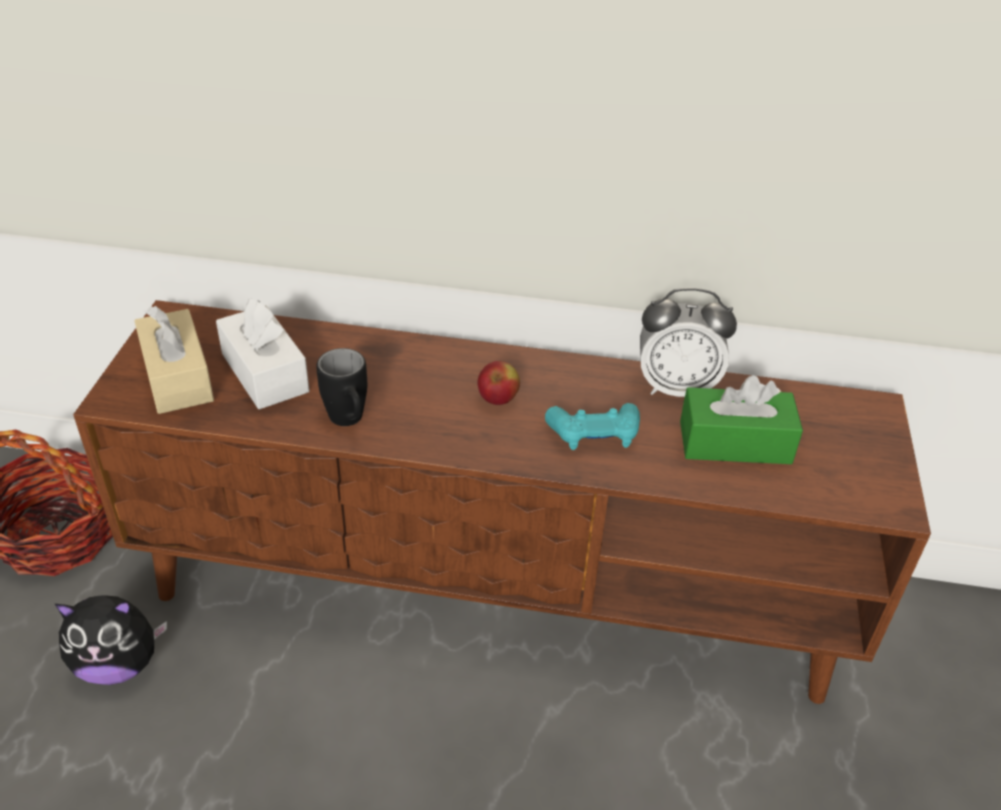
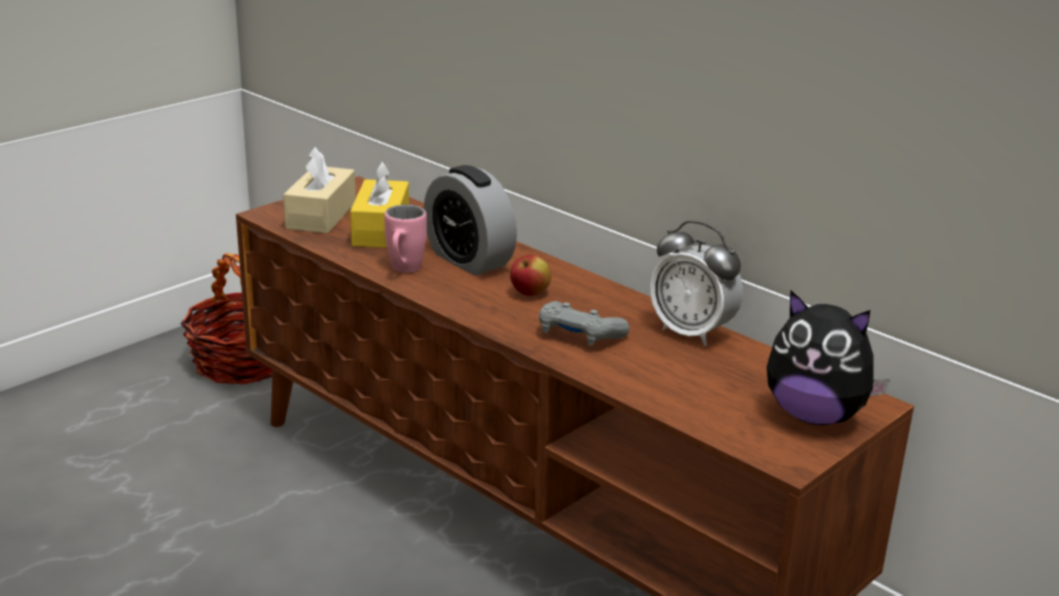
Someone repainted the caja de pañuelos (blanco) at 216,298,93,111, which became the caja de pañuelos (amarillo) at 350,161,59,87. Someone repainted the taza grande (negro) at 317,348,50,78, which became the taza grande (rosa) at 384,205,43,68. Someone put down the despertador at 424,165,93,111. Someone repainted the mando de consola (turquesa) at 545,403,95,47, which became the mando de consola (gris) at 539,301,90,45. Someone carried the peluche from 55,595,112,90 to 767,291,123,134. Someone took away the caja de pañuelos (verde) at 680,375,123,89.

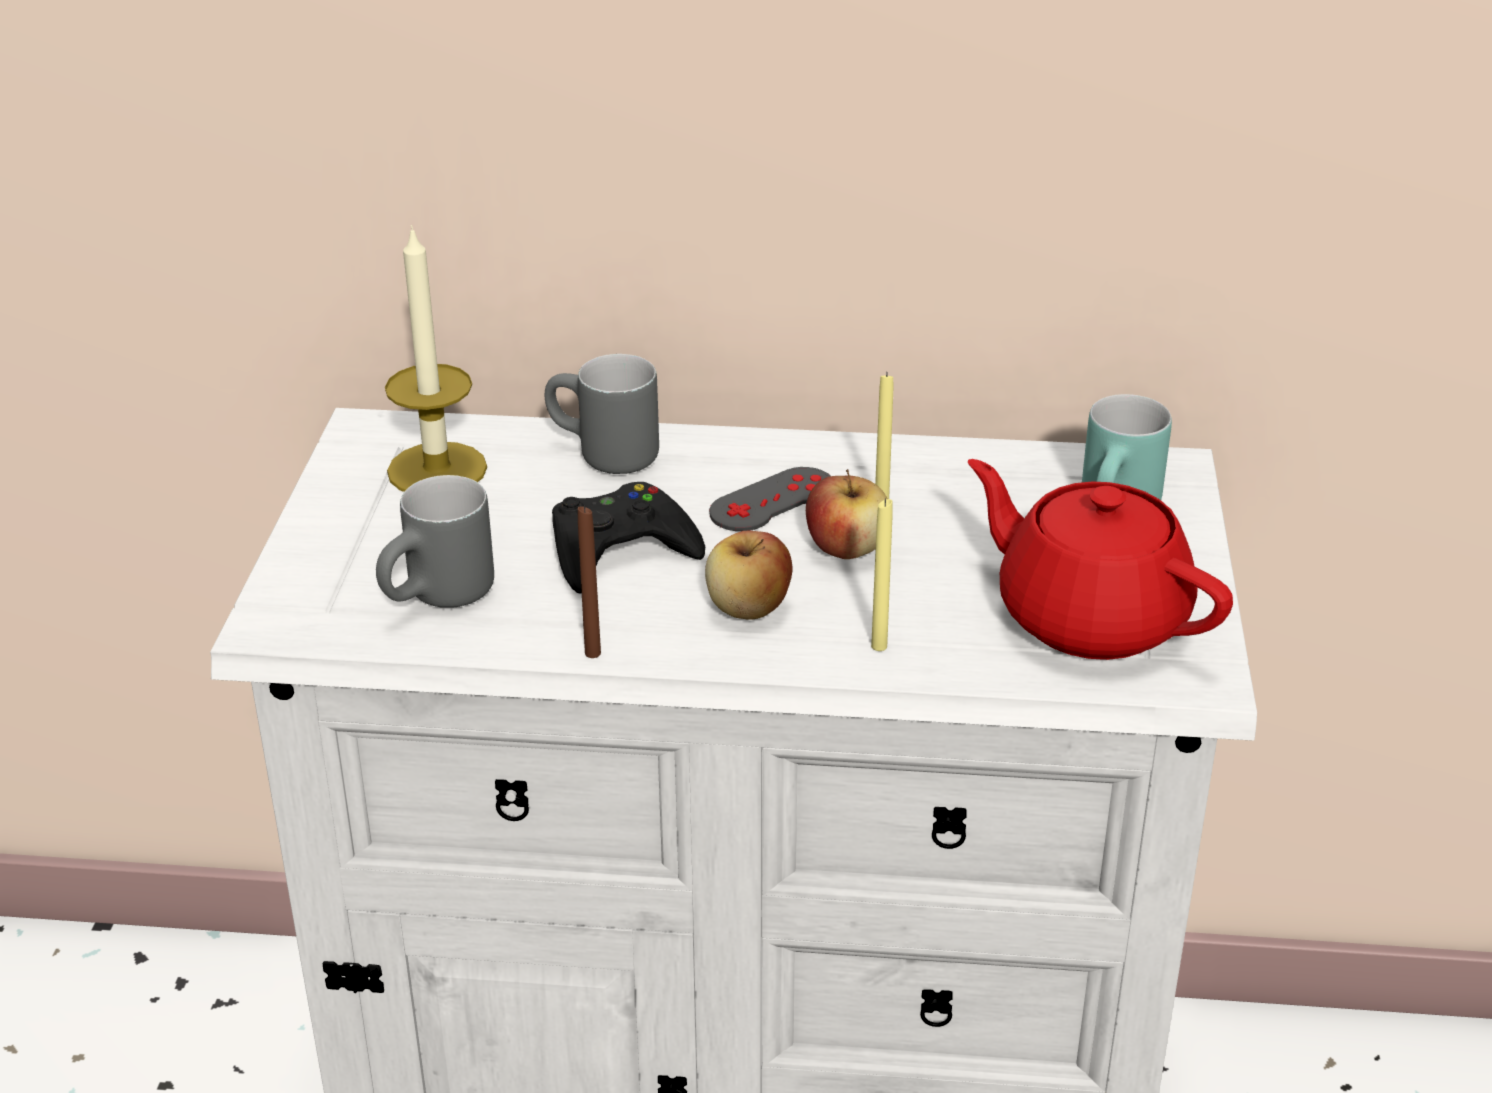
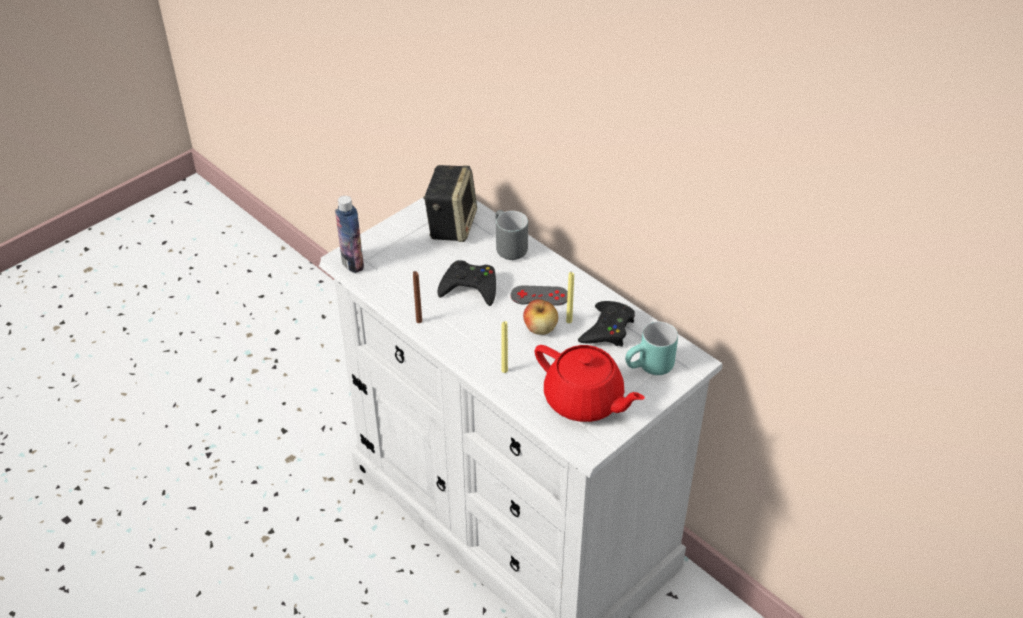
Someone put down the botella at 335,196,29,77. Someone swapped the vela at 385,225,102,267 for the altavoz at 423,165,54,77. Someone rotated the tetera (rojo) at 967,459,266,201 by 135 degrees clockwise. Someone put down the mando de consola (negro) at 578,301,57,45. Someone took away the taza grande (gris) at 376,475,118,133. Someone took away the manzana at 705,531,88,89.

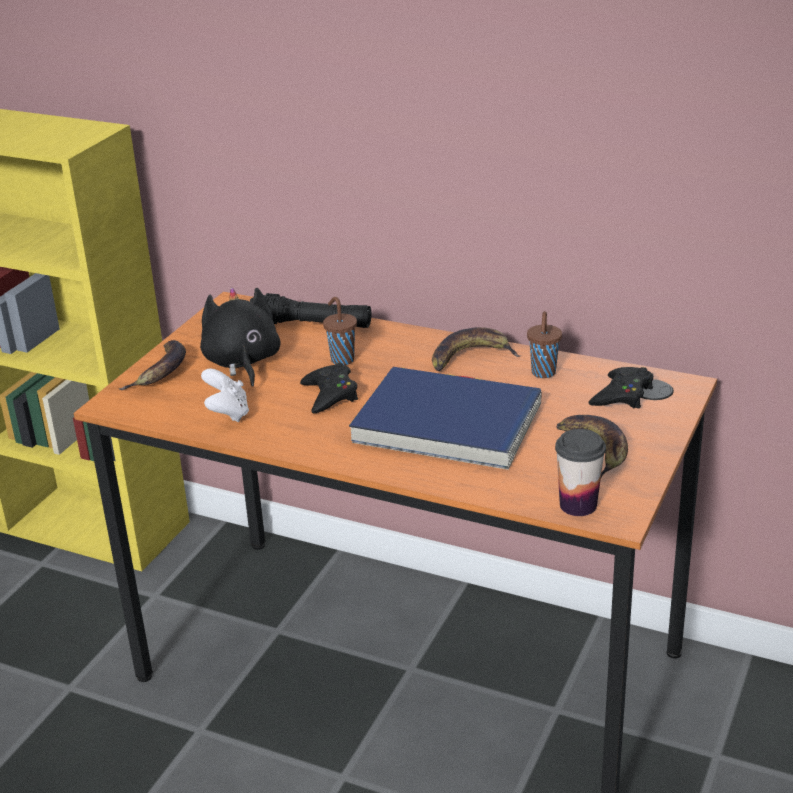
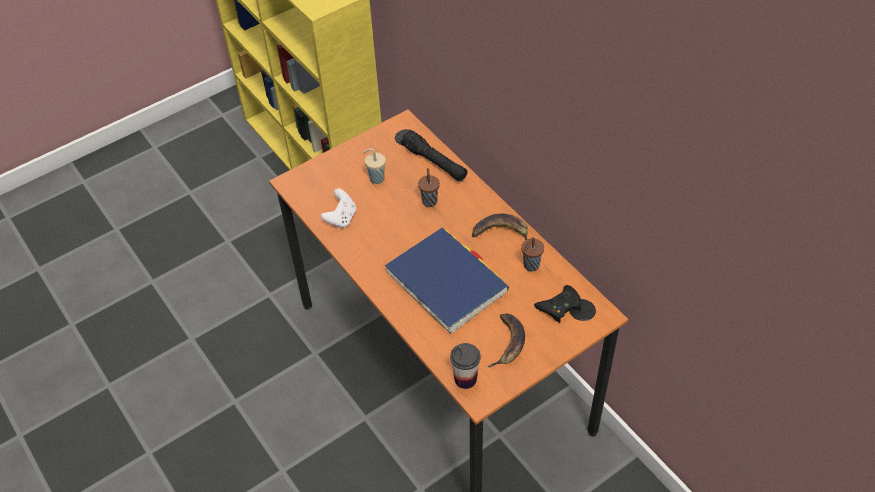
Someone swapped the peluche (negro) at 200,288,81,99 for the taza (beis) at 362,148,24,36. Someone took away the plátano at 119,340,67,50. Someone took away the mando de consola (negro) at 300,363,58,50.

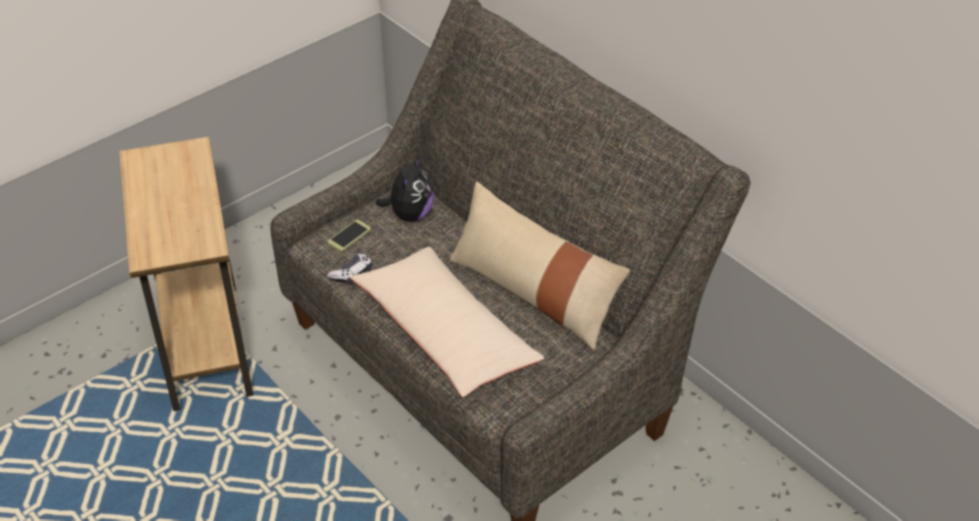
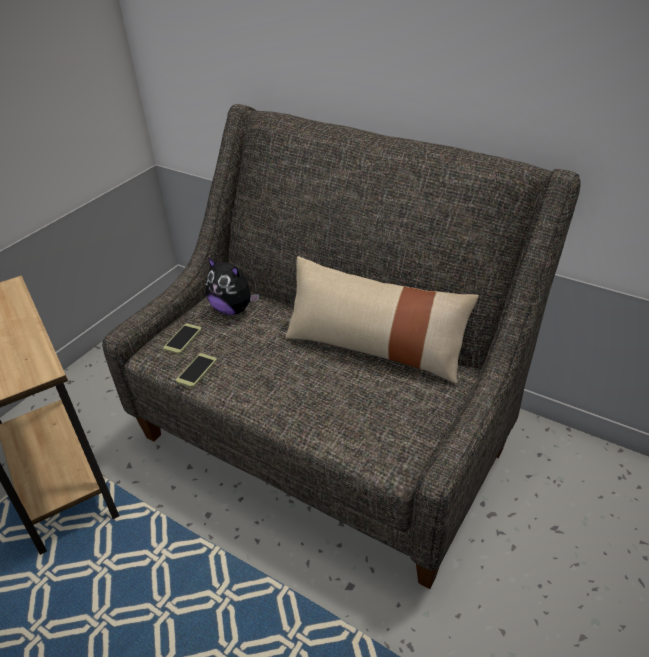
Someone swapped the mando de consola at 328,254,44,31 for the móvil at 176,353,41,35. Someone rotated the peluche at 376,156,58,66 by 120 degrees clockwise. Someone took away the cojín (beis) at 349,247,195,150.

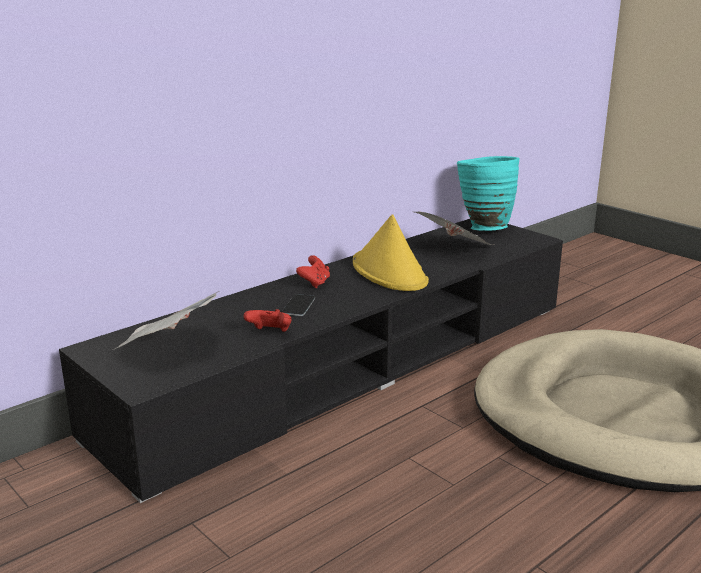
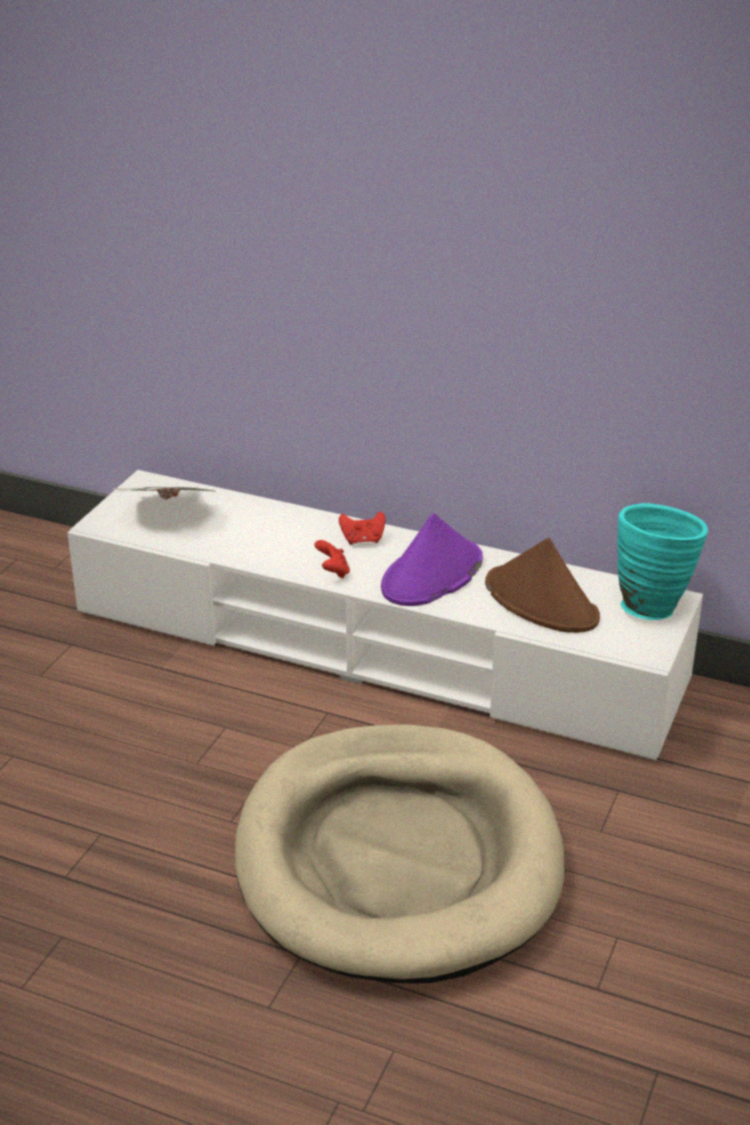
Someone repainted the mueble de televisión (negro) at 59,219,504,284, which became the mueble de televisión (blanco) at 67,470,636,291. Someone carried the mando de consola (rojo) from 243,309,49,23 to 314,540,36,38. Someone repainted the sombrero (amarillo) at 353,214,76,77, which became the sombrero (morado) at 381,513,102,93. Someone swapped the periódico at 415,212,77,33 for the sombrero (marrón) at 485,537,115,96. Someone took away the móvil at 282,294,33,22.

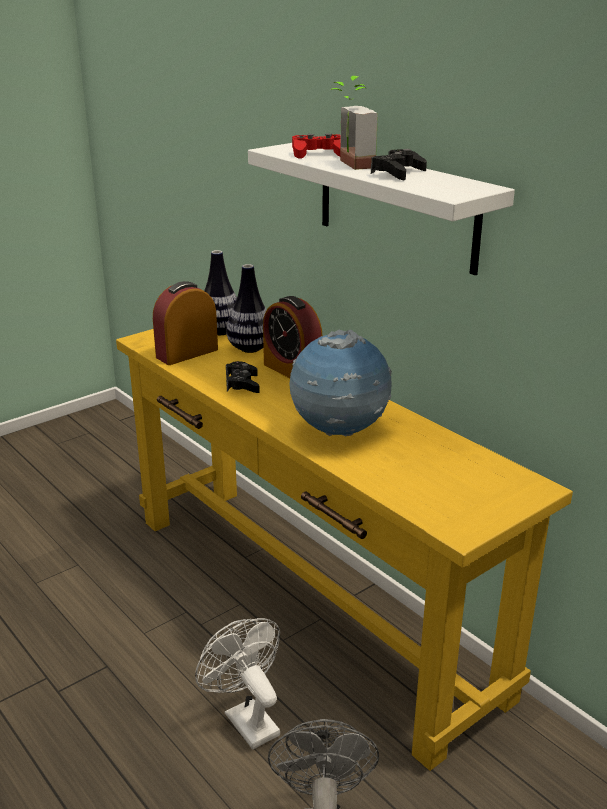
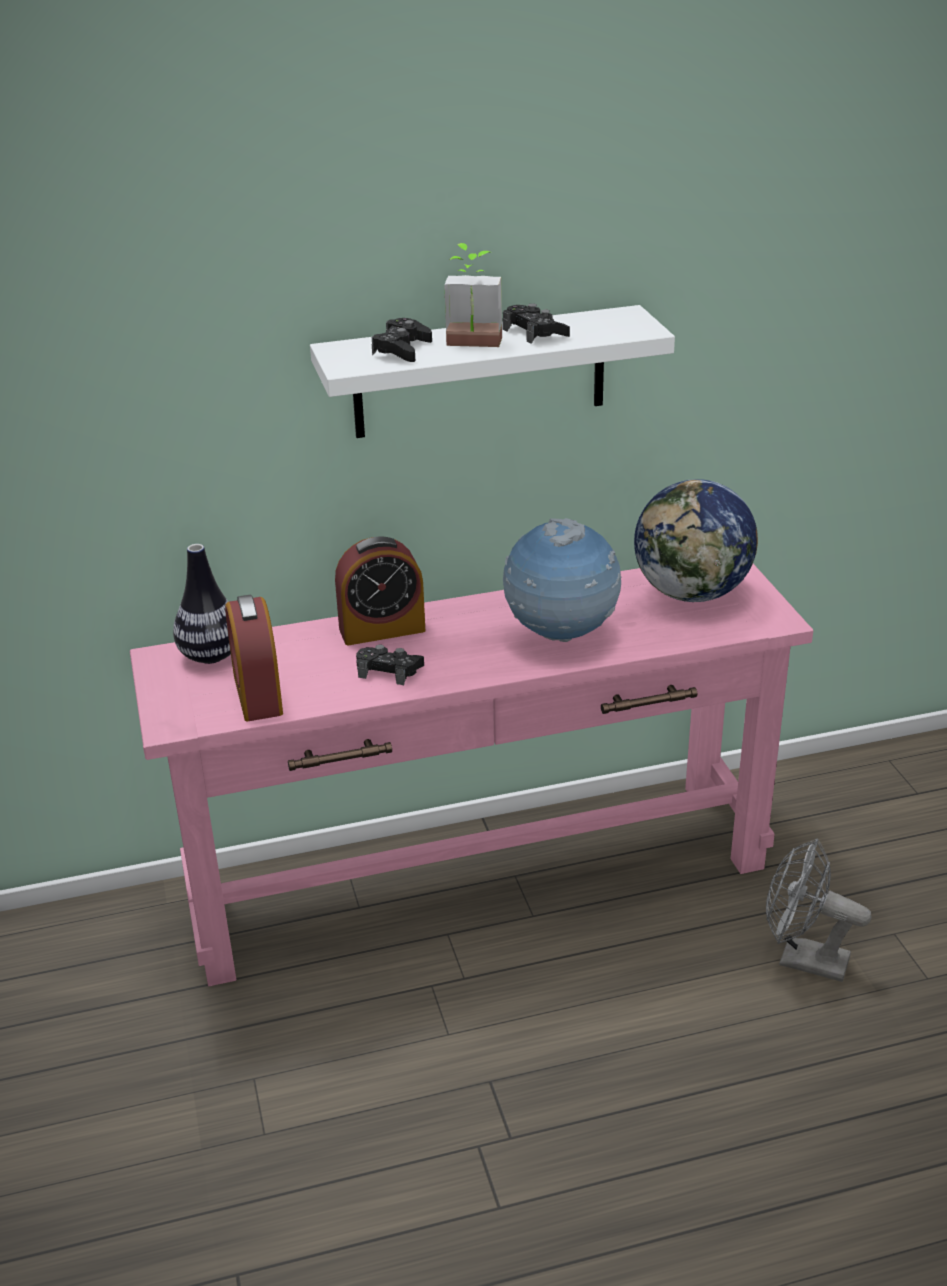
Someone repainted the mesa consola (amarillo) at 116,329,457,442, which became the mesa consola (rosa) at 130,564,683,422. Someone repainted the mando de consola (rojo) at 292,133,49,26, which became the mando de consola (negro) at 372,318,60,44. Someone put down the globo terráqueo at 634,479,124,123. Someone took away the ventilador (blanco) at 195,618,85,131. Someone took away the florero at 226,264,40,89.

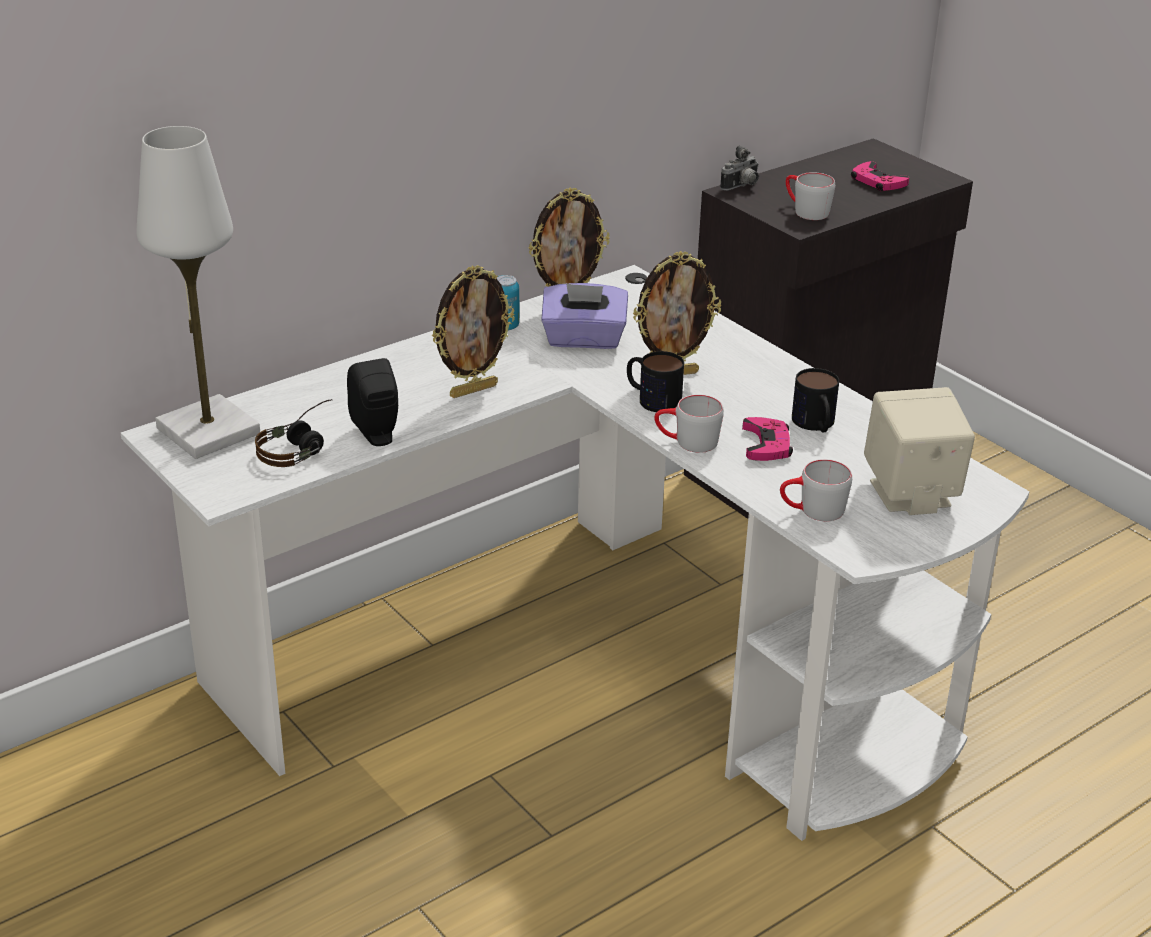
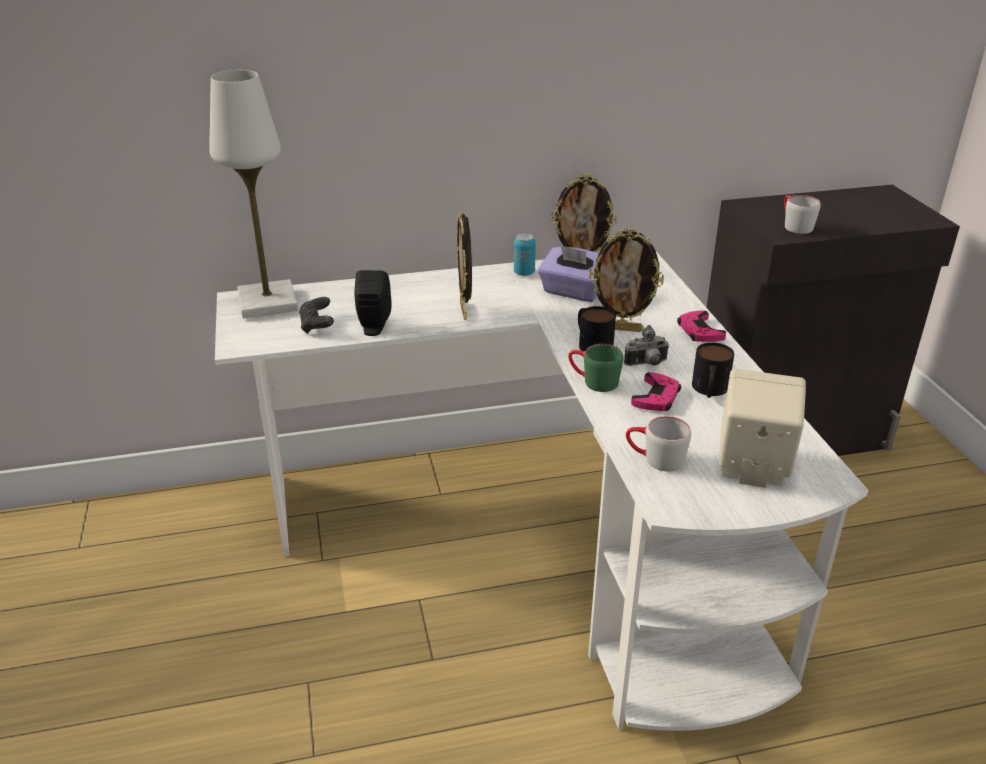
Someone swapped the auriculares at 255,399,78,68 for the mando de consola (negro) at 299,297,35,37. Someone rotated the portarretratos at 432,265,83,133 by 90 degrees clockwise. Someone repainted the taza grande (gris) at 654,394,70,59, which became the taza grande (verde) at 568,344,55,48. Someone carried the cámara from 720,146,39,45 to 624,325,45,41. Someone carried the mando de consola (rosa) from 851,161,58,30 to 677,310,49,32.

